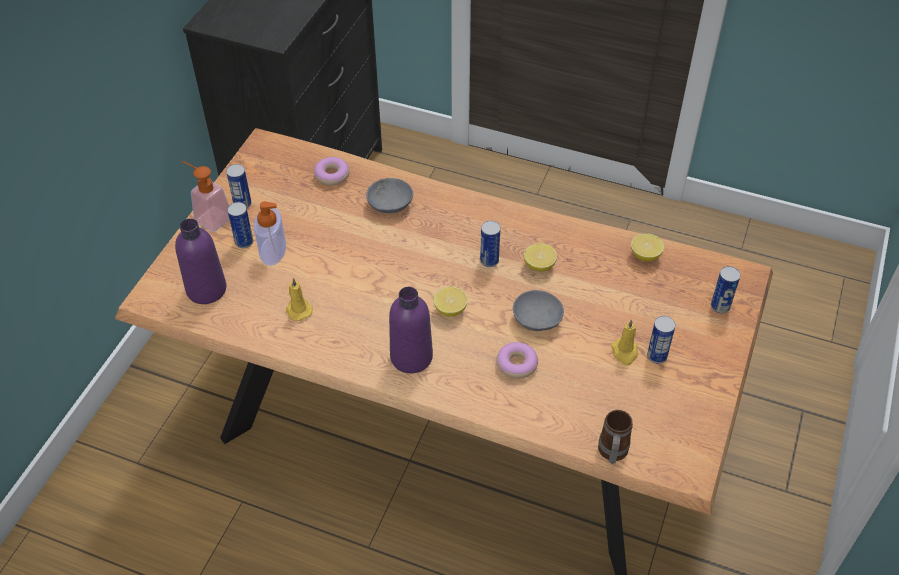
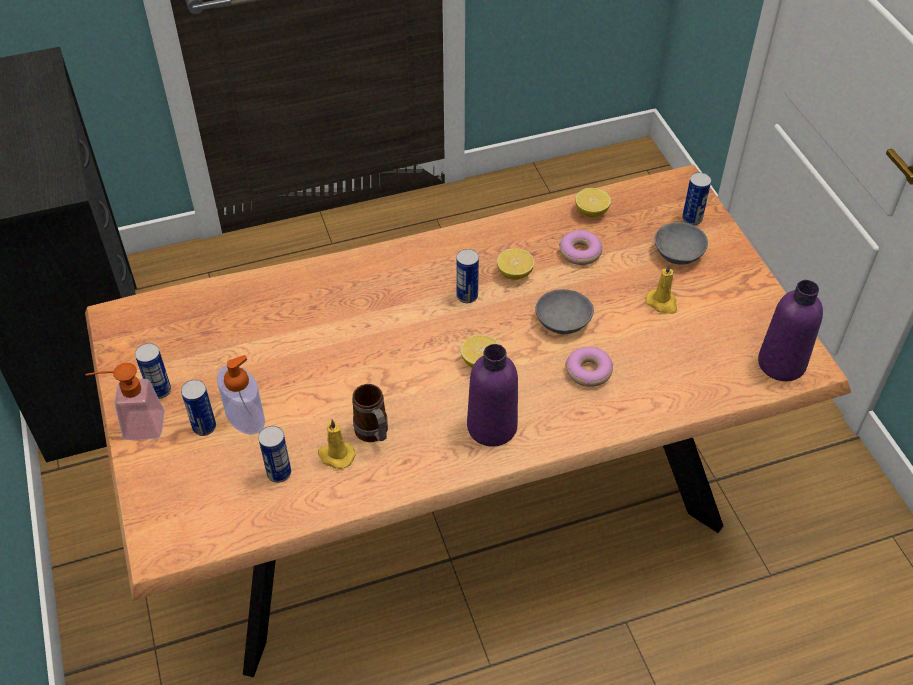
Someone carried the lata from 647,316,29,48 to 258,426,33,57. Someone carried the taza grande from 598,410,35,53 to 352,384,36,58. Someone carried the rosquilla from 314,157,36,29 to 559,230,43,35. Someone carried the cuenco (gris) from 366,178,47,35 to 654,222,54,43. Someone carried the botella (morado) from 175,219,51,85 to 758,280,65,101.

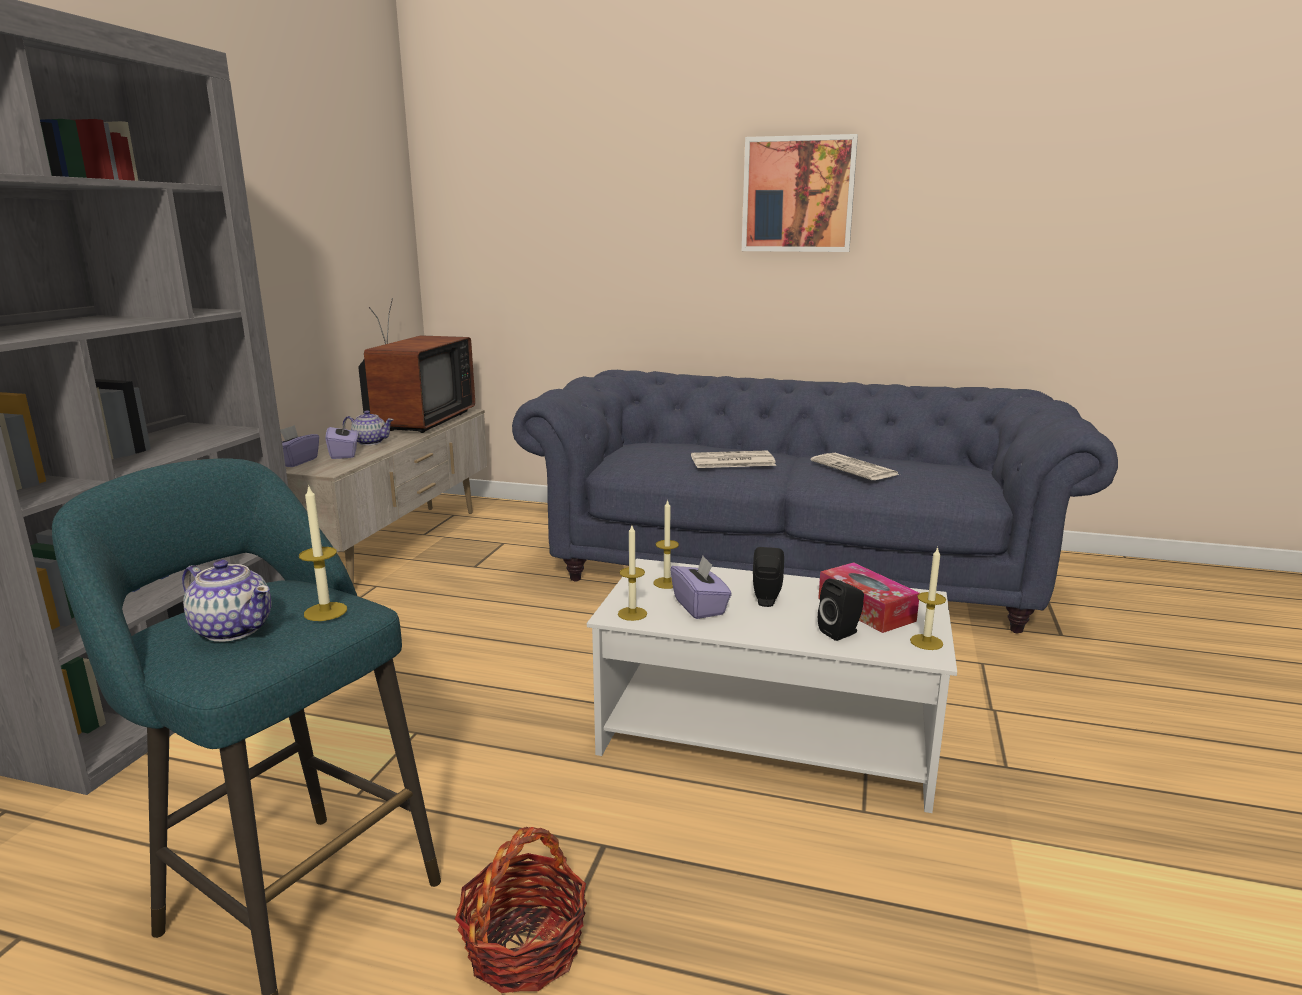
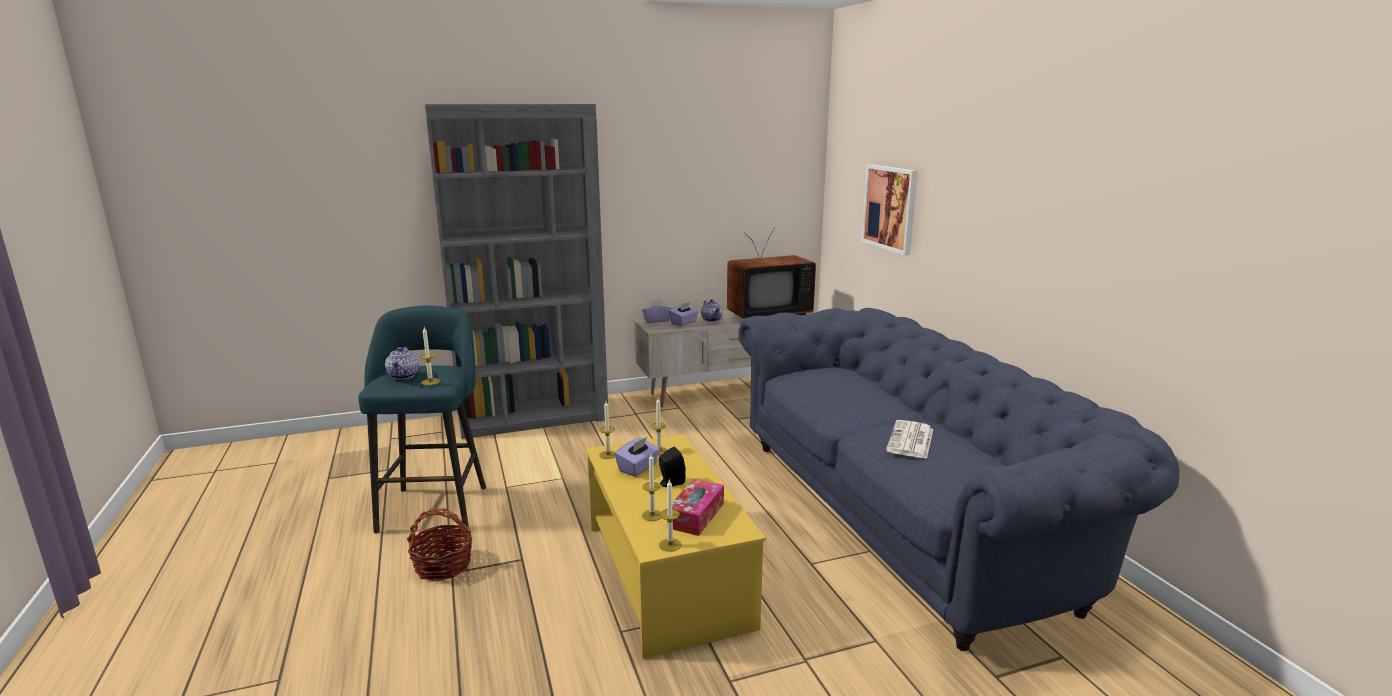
Someone repainted the mesa de centro (blanco) at 587,559,370,254, which became the mesa de centro (amarillo) at 586,434,180,225. Someone swapped the altavoz (negro) at 818,578,46,63 for the vela at 642,454,19,67. Someone carried the cuadro from 742,134,116,118 to 861,164,57,91. Someone took away the periódico at 691,450,85,18.

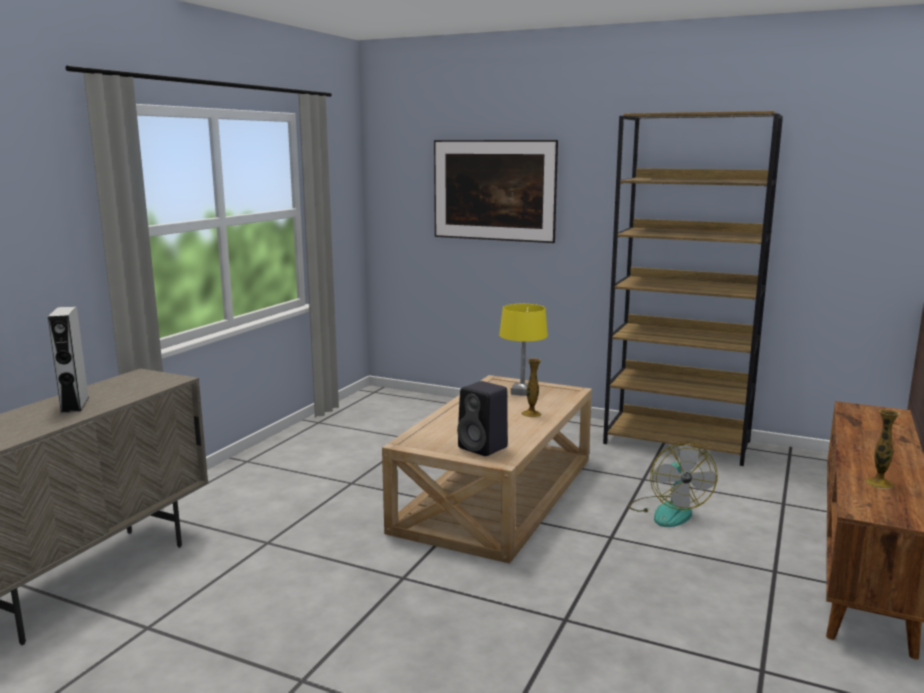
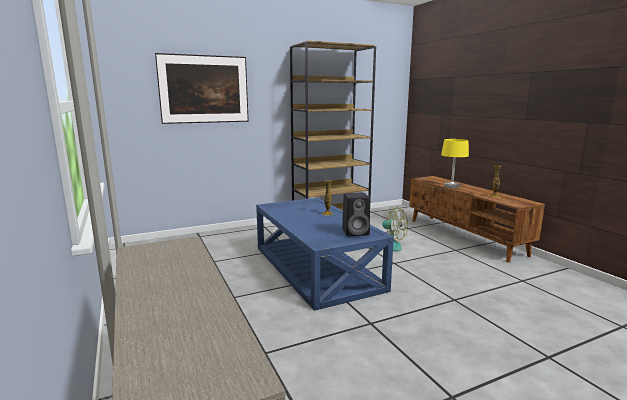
Someone repainted the mesa de centro (beis) at 382,375,210,188, which became the mesa de centro (azul) at 256,198,138,113. Someone carried the lámpara de mesa (amarillo) from 499,304,49,92 to 441,139,28,49. Someone took away the altavoz (gris) at 48,306,41,107.

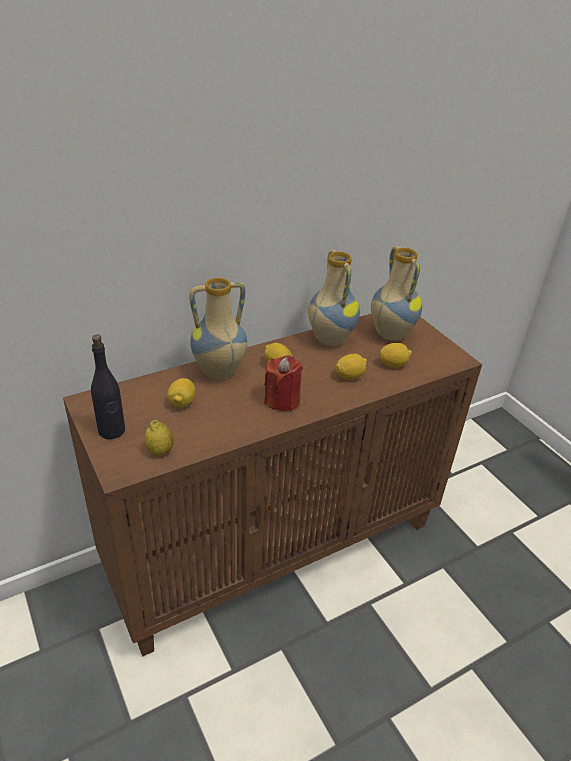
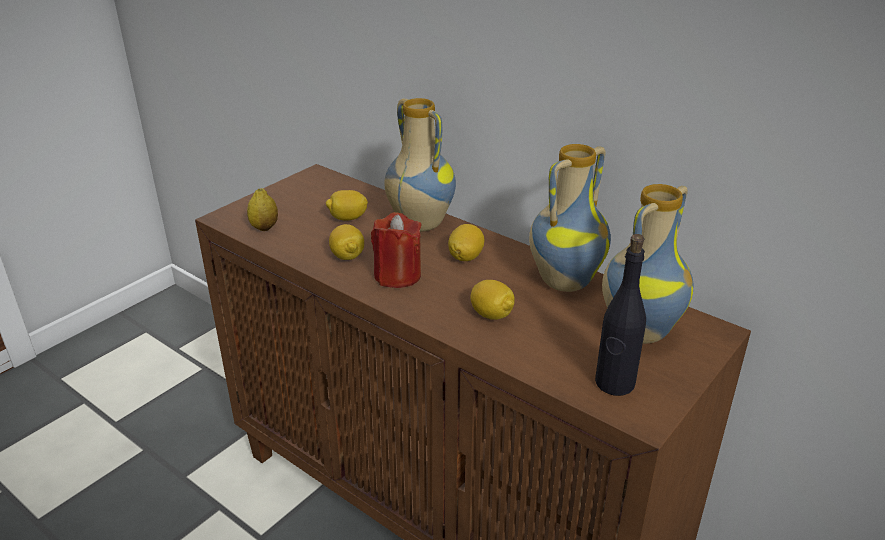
Someone carried the limón from 379,343,33,25 to 329,224,35,36. Someone carried the botella (negro) from 91,335,34,104 to 595,234,51,162.

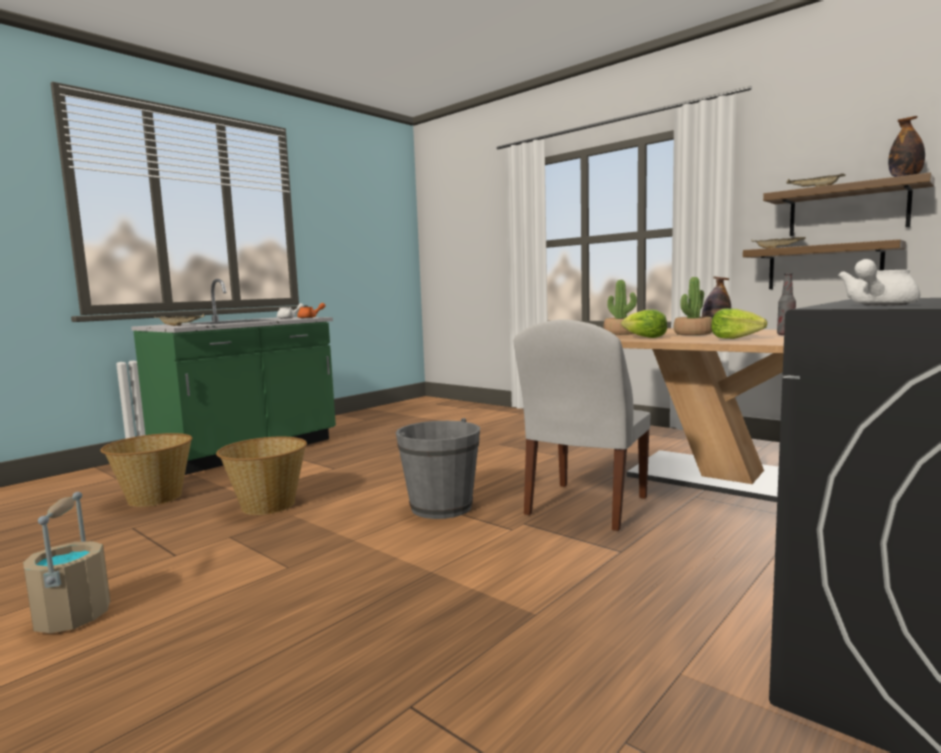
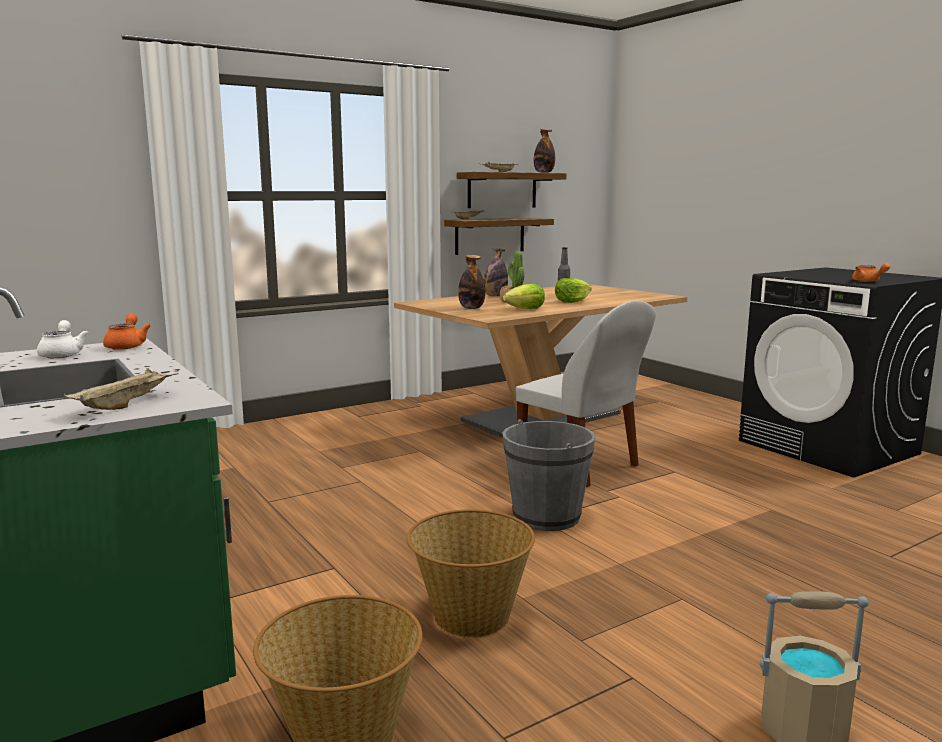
Someone swapped the planta en maceta at 604,280,33,55 for the botella at 458,255,27,54. Someone repainted the tetera (blanco) at 838,259,82,47, which became the tetera (naranja) at 852,263,38,19.

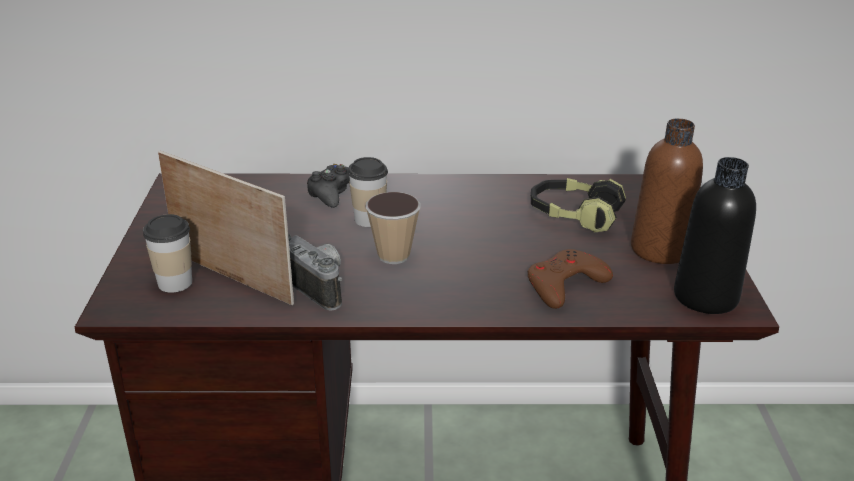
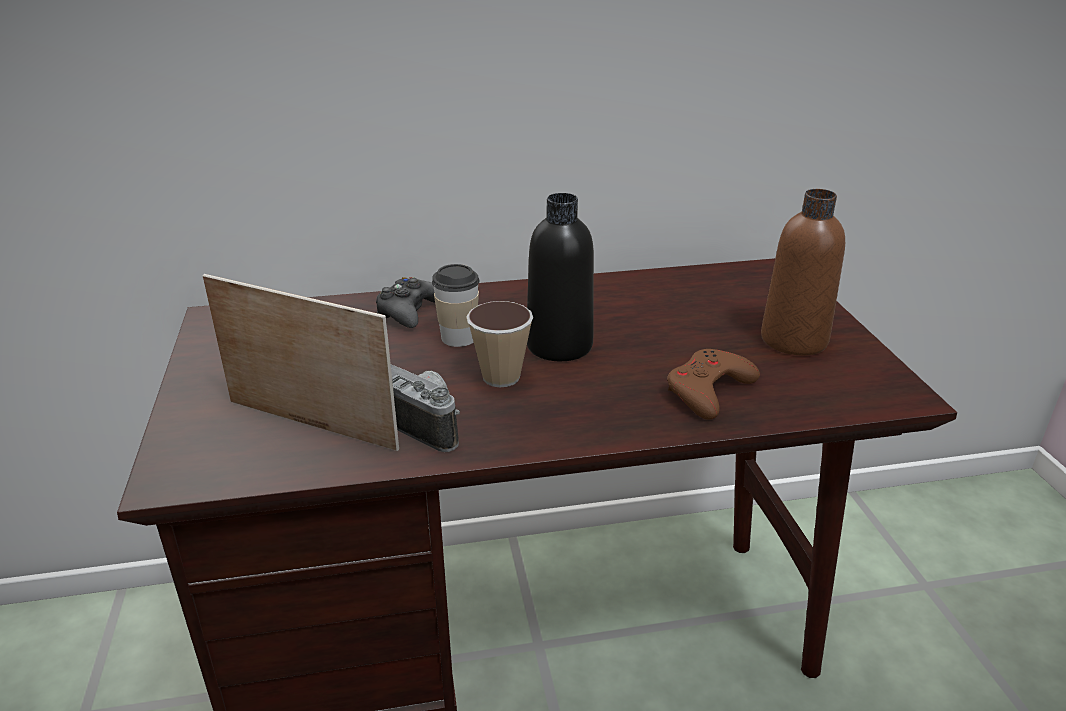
Someone carried the botella (negro) from 674,157,82,157 to 527,193,67,168. Someone took away the taza at 143,214,49,79. Someone took away the auriculares at 531,178,95,55.

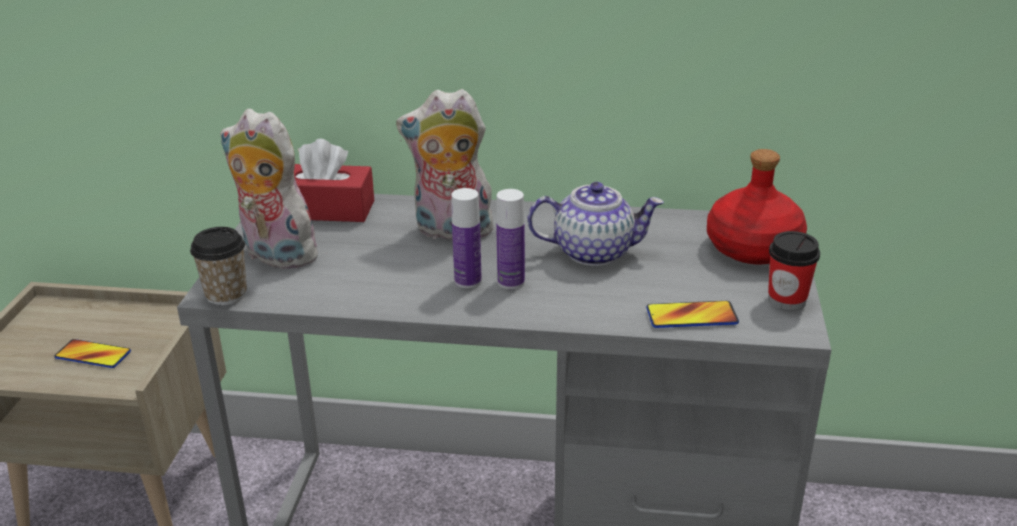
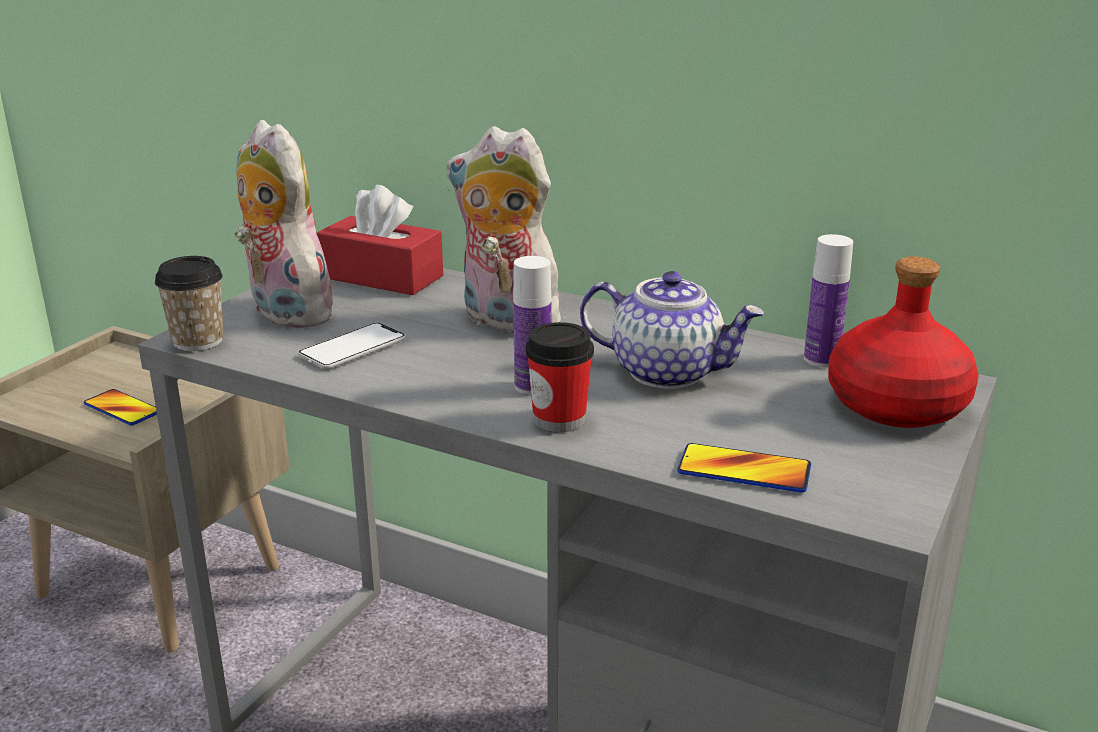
Someone put down the móvil at 298,323,108,46. Someone carried the taza from 768,231,52,80 to 526,322,68,110. Someone carried the botella from 451,188,31,100 to 804,234,49,133.

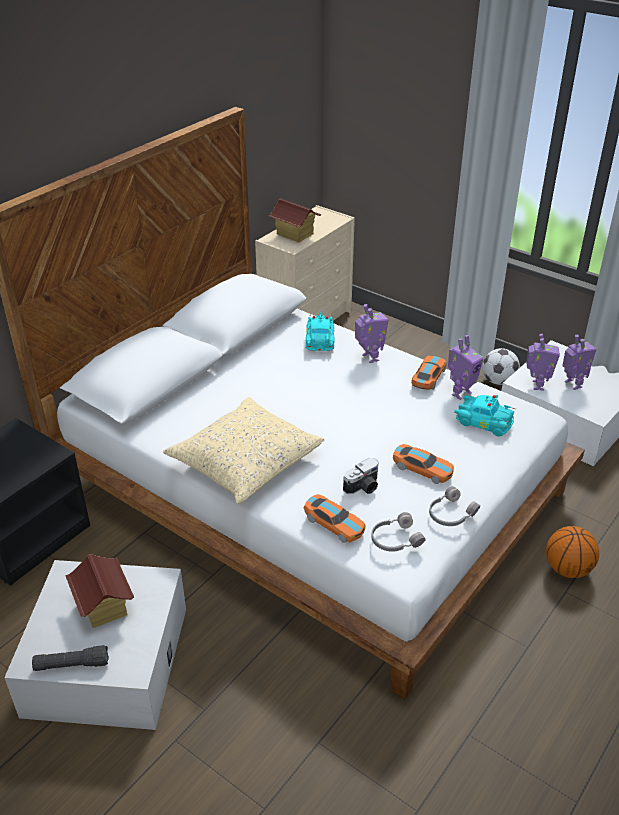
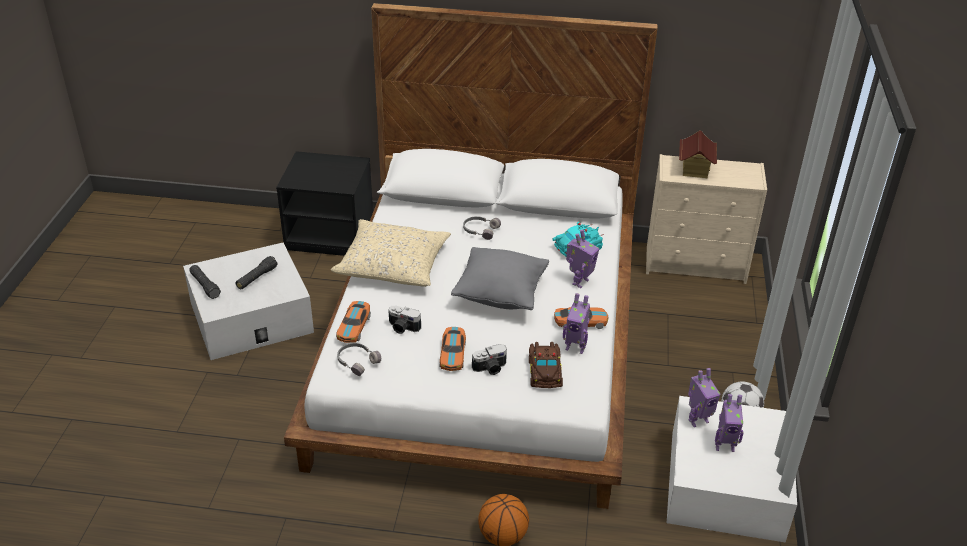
Someone swapped the casita at 65,554,69,74 for the linterna (negro) at 236,256,42,33. Someone put down the cojín (gris) at 451,247,98,63. Someone carried the auriculares (gris) from 429,486,51,40 to 463,216,38,24. Someone put down the cámara at 472,344,35,31. Someone repainted the coche de juguete (turquesa) at 454,395,61,41, which became the coche de juguete (marrón) at 529,342,34,46. Someone rotated the robot de juguete at 562,335,35,55 by 60 degrees clockwise.

